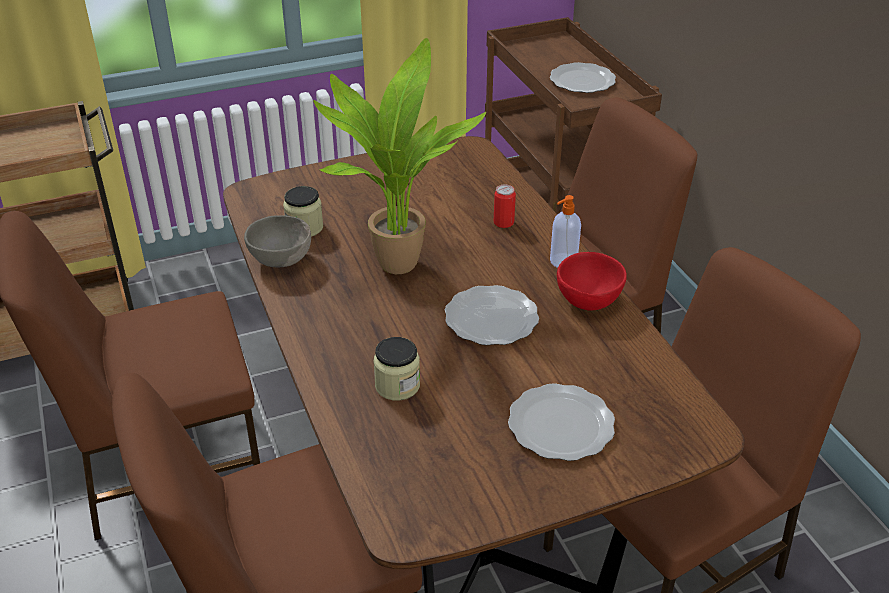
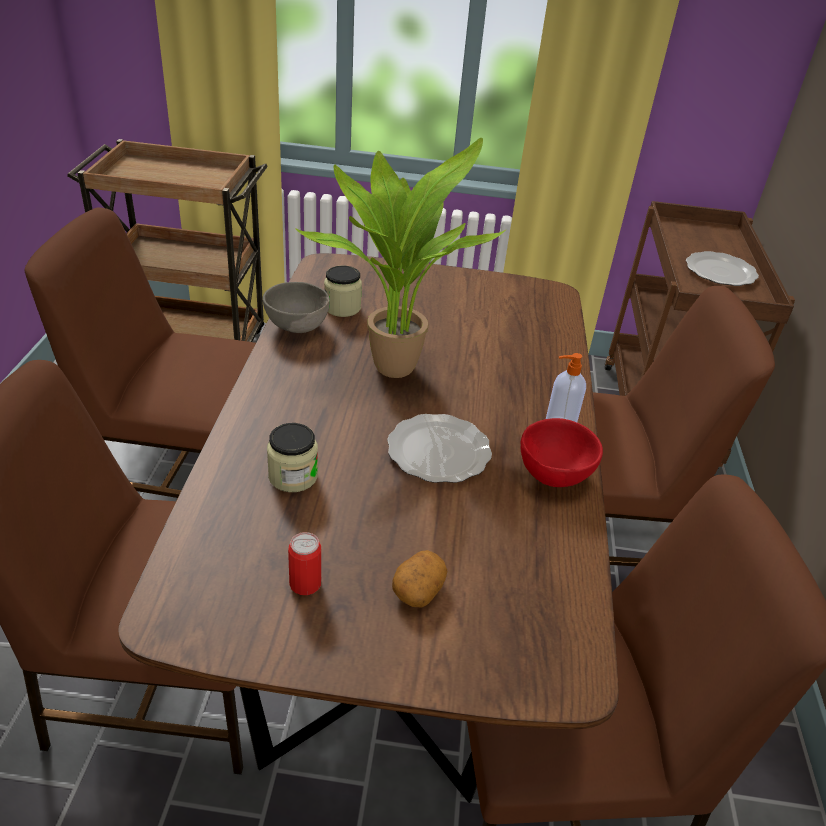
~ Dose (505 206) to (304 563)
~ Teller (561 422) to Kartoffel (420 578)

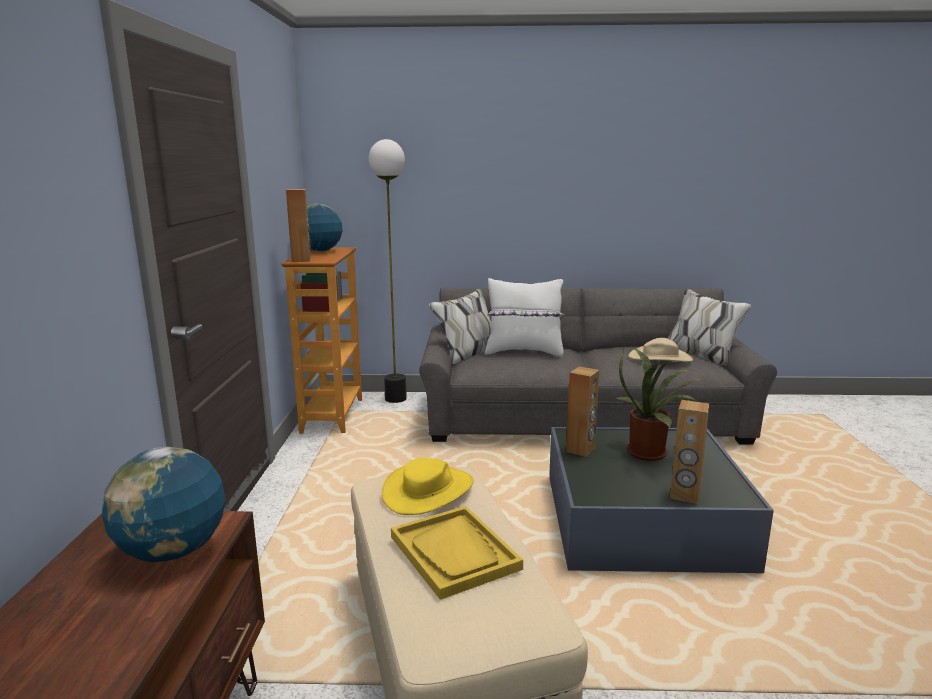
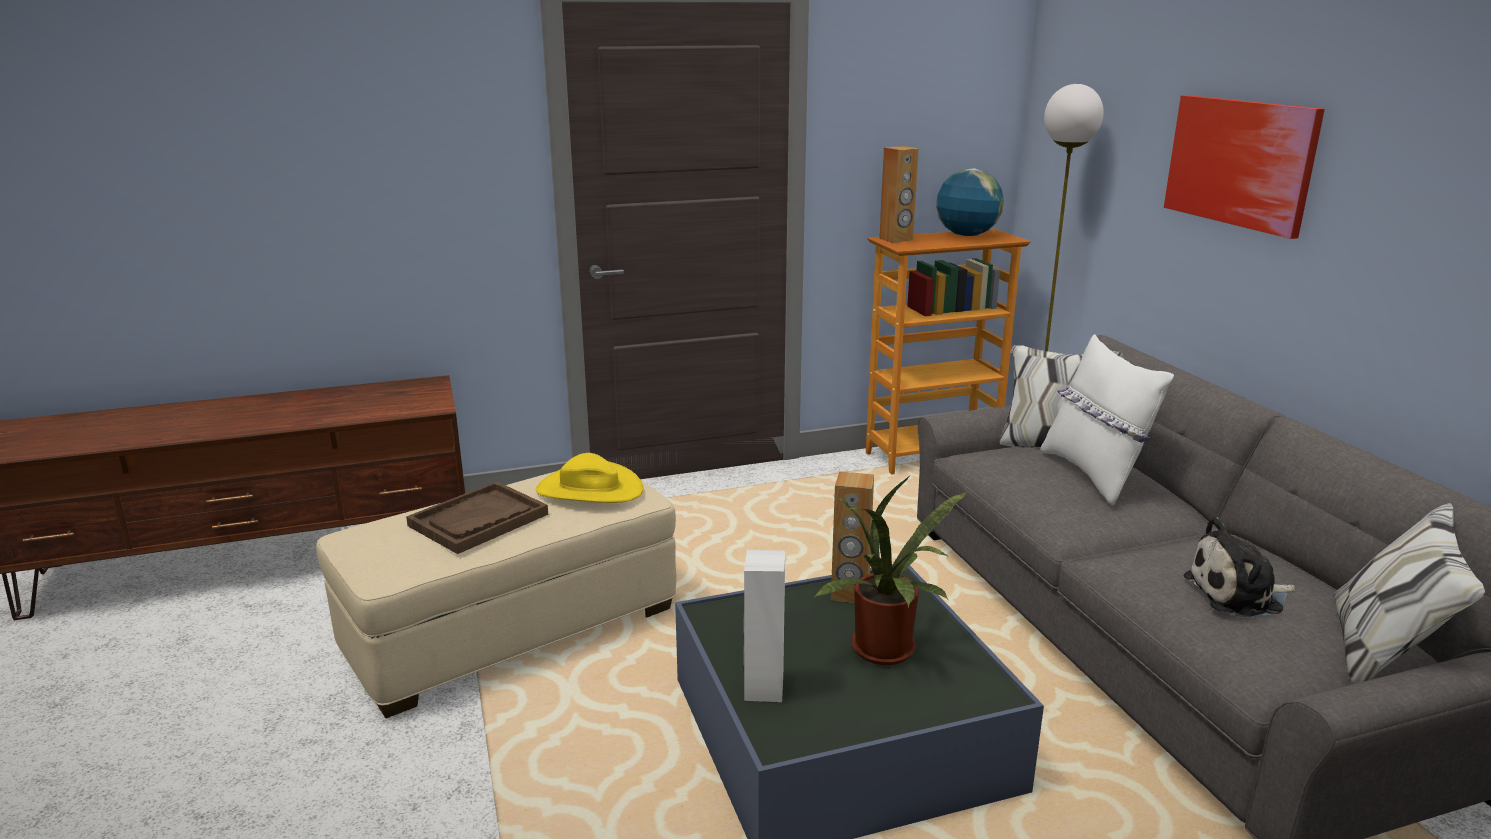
- Globus (164 504)
+ Bild (1244 167)
~ Hut/beige (660 350) to Plüschtier (1239 567)
~ Tablett/gelb (457 553) to Tablett/braun (477 517)
~ Lautsprecher/braun (689 452) to Lautsprecher/weiß (764 625)

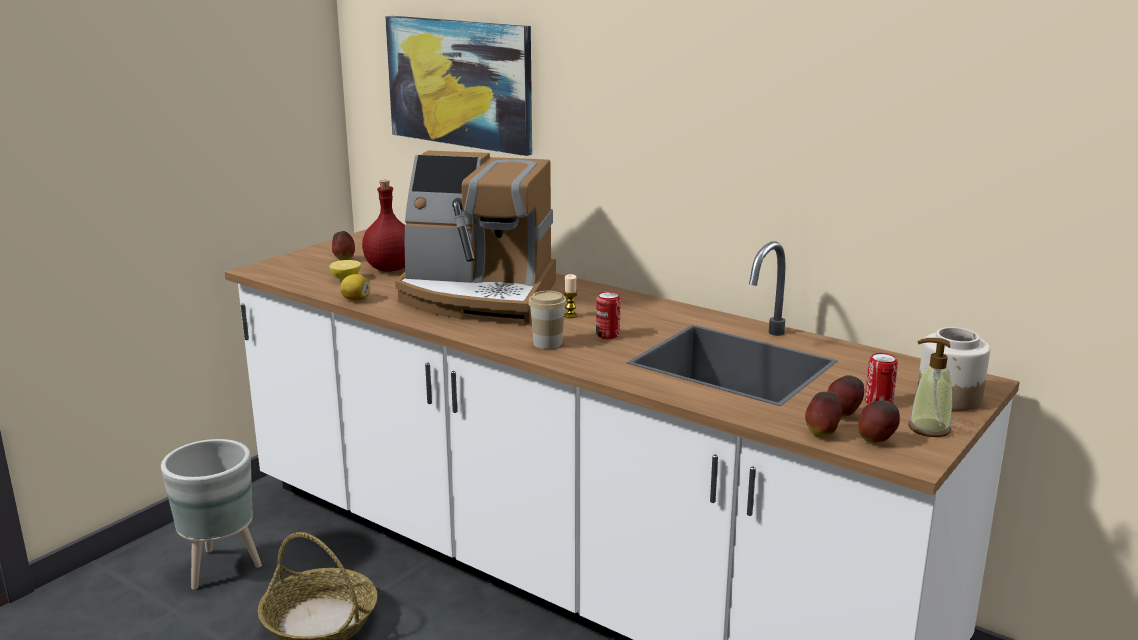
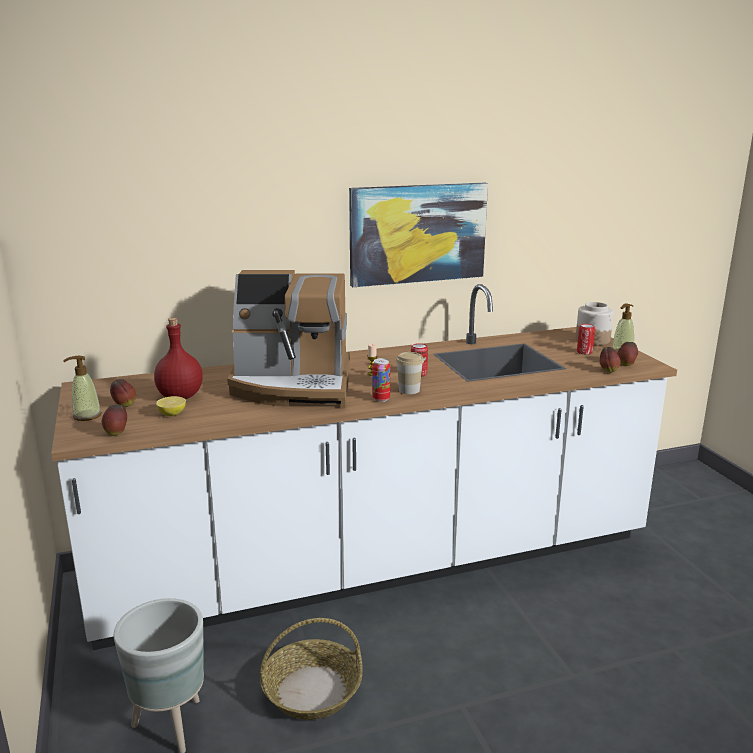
- Zitrone (355 287)
+ Seifenspender (82 388)
+ Dose (381 380)
~ Bild (458 86) to (418 234)
~ Apfel (845 396) to (114 420)
~ Kaffeemaschine (475 238) = (288 339) 45 degrees clockwise

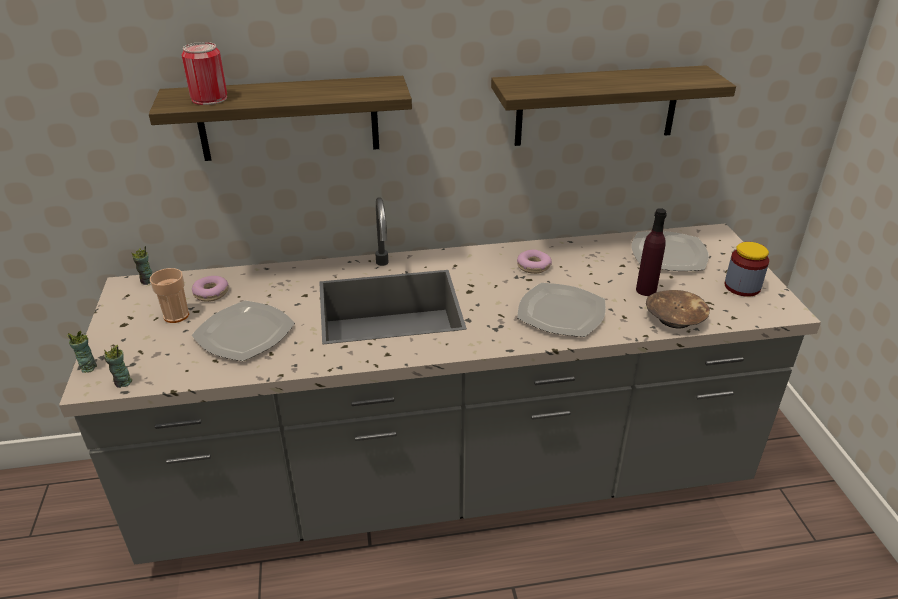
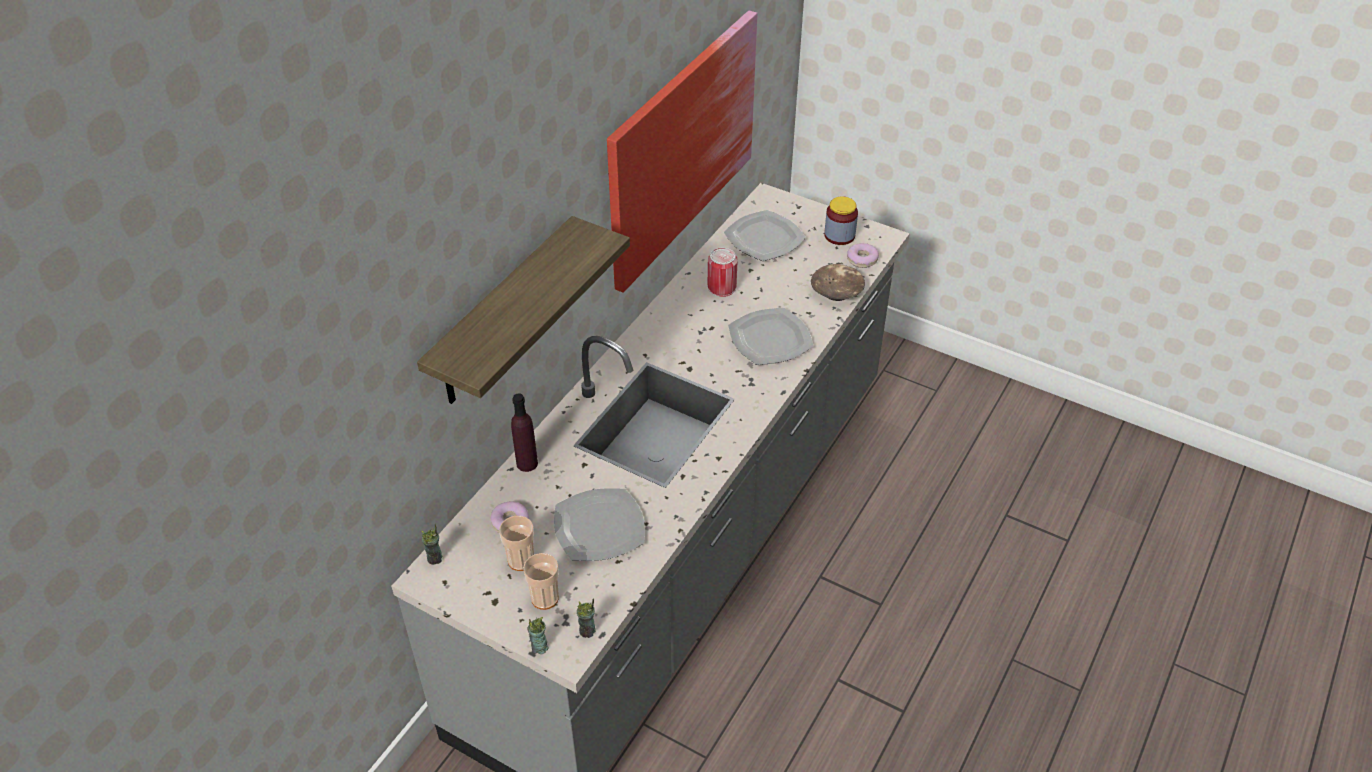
+ Tasse (541 581)
~ Dose (204 73) to (723 272)
~ Donut (534 261) to (863 255)
~ Flasche/lila (651 252) to (524 432)
~ Wandregal (613 105) to Bild (682 151)

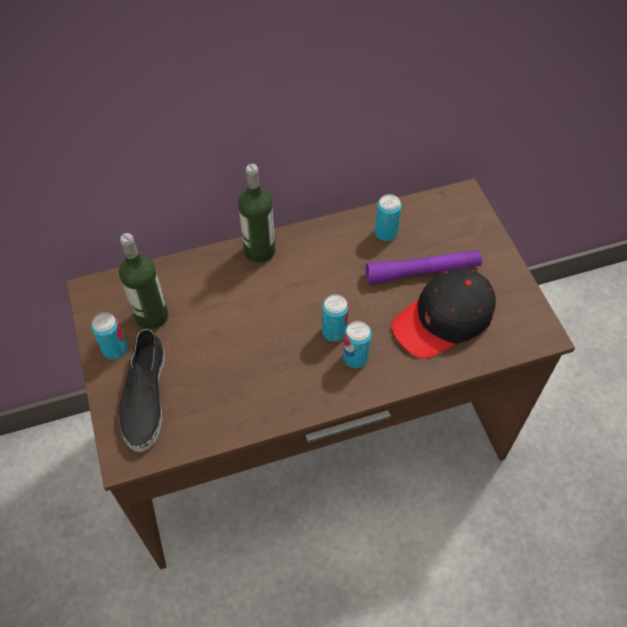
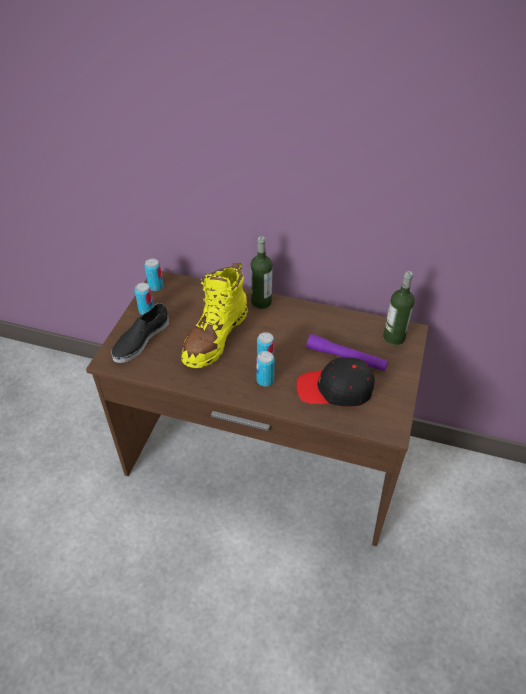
+ Stiefel/gelb (214 315)
~ Flasche (143 281) to (399 308)
~ Dose (388 217) to (153 274)

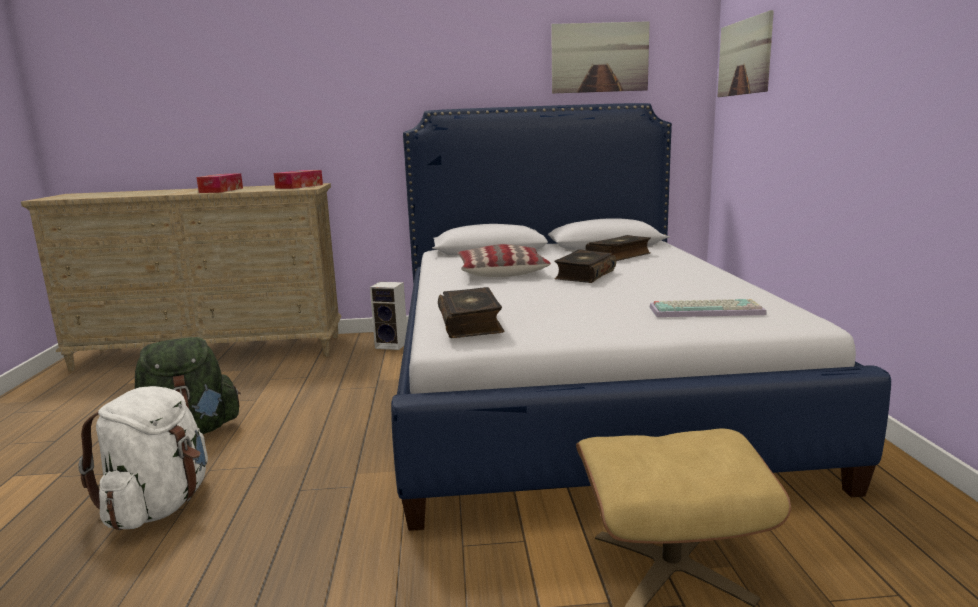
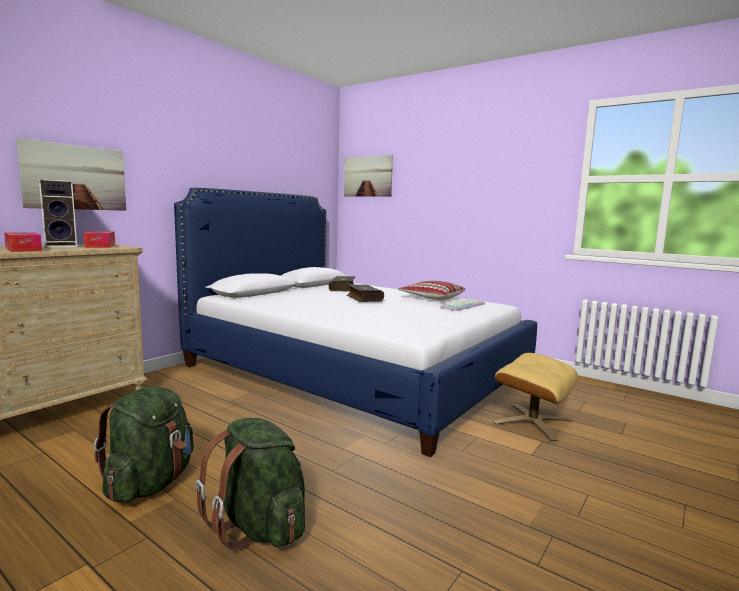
- Buch (471 312)
~ Lautsprecher (388 316) to (58 213)
~ Kissen (504 260) to (432 290)
~ Bild (600 57) to (71 174)
~ Rucksack/weiß (143 458) to Rucksack/grün (250 484)

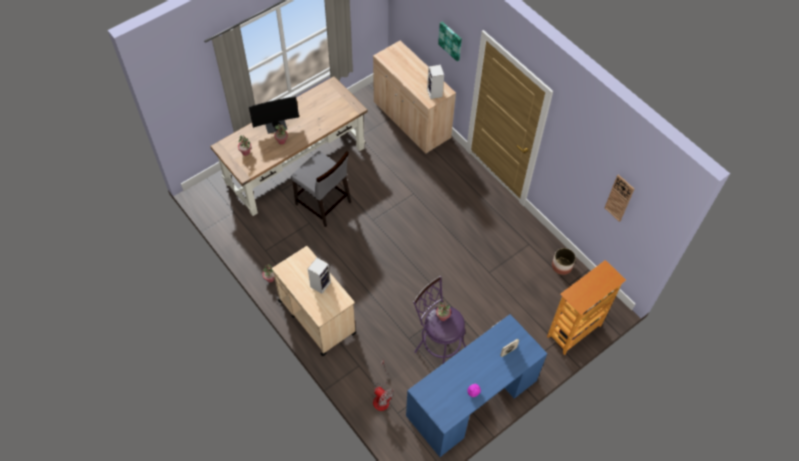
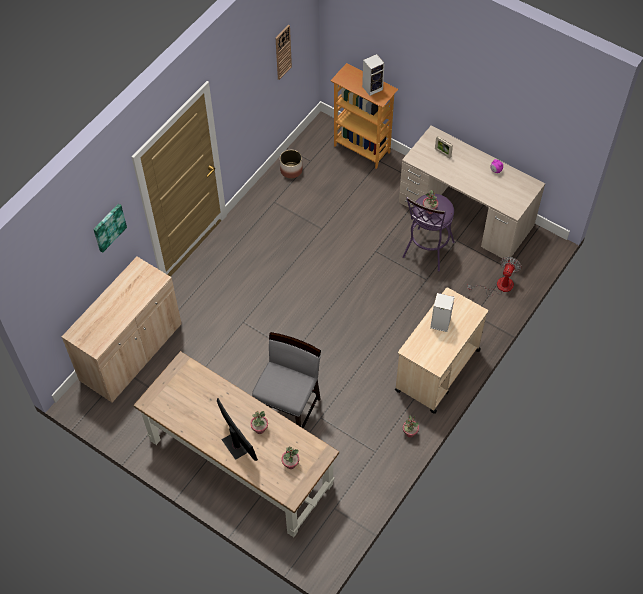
~ Lautsprecher (435 82) to (373 75)
~ Schreibtisch/blau (477 385) to Schreibtisch/beige (472 192)

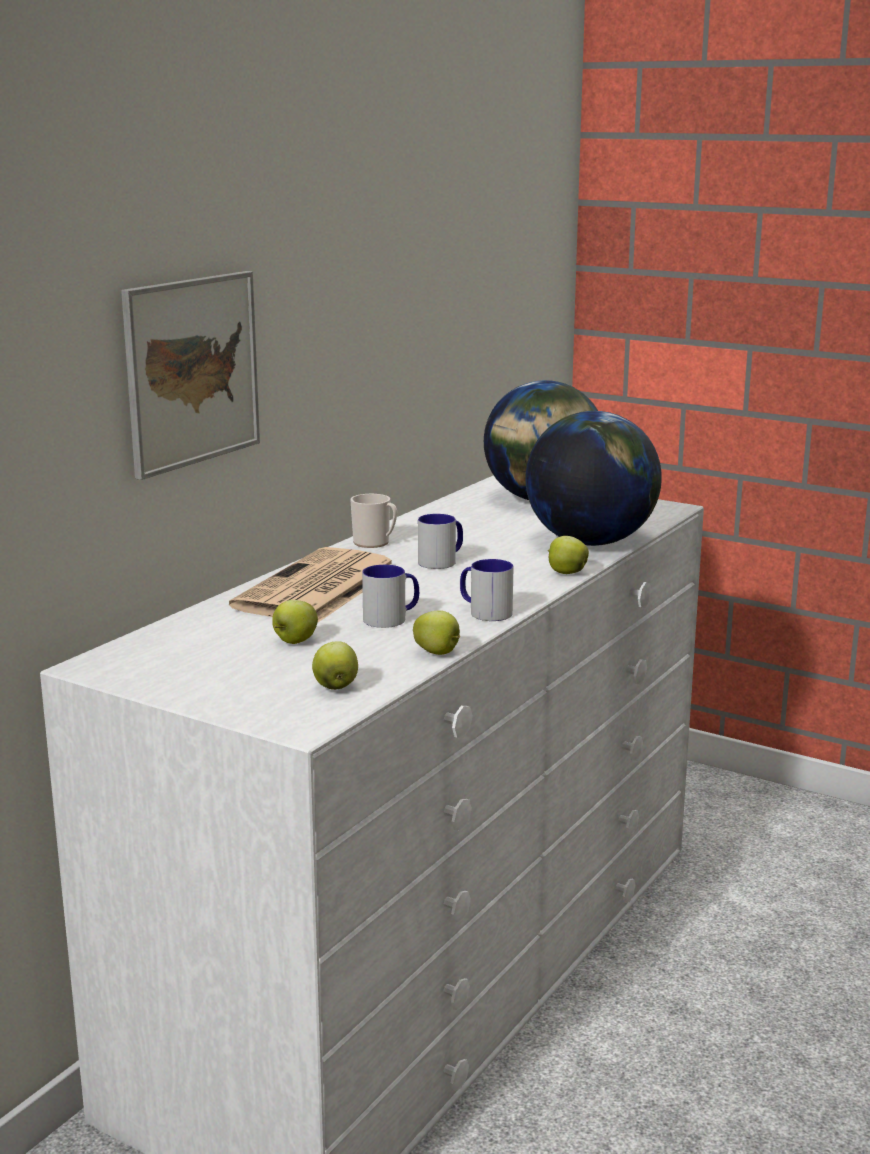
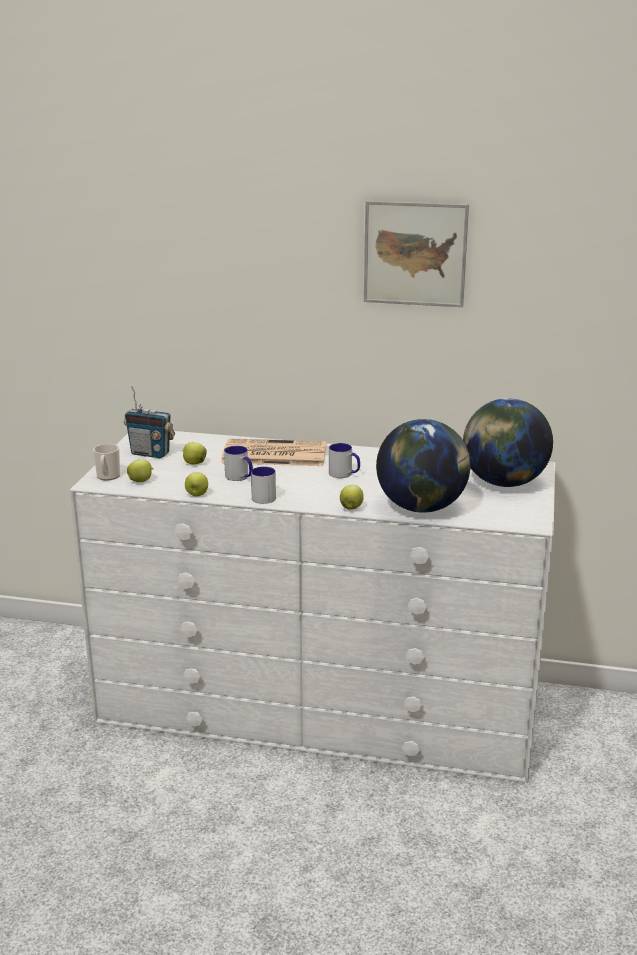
+ Radio (149 422)
~ Bild (190 375) to (416 254)
~ Henkelbecher (374 521) to (106 462)

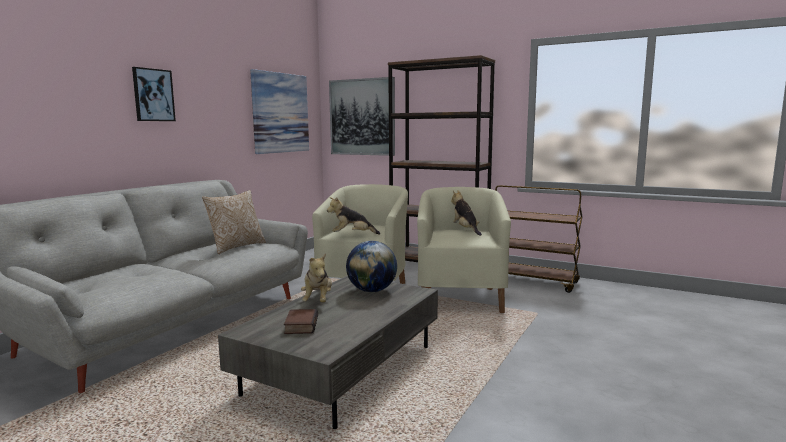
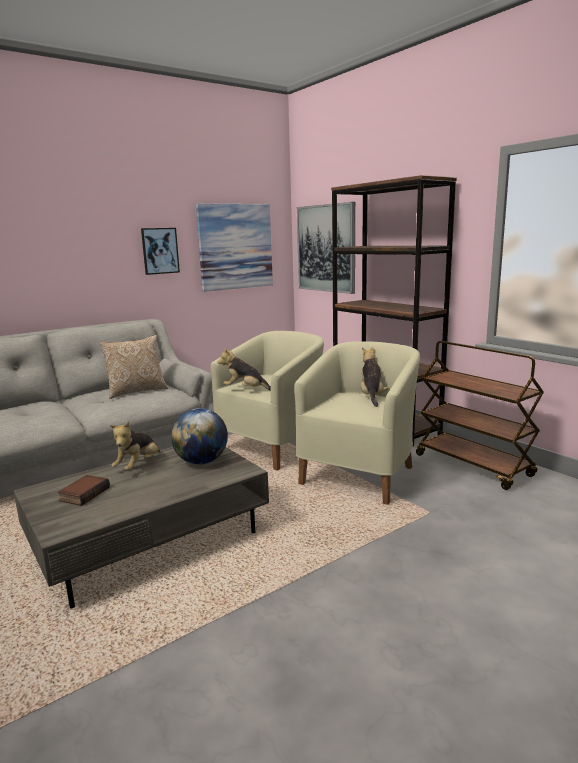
~ Bild (154 94) to (160 251)

